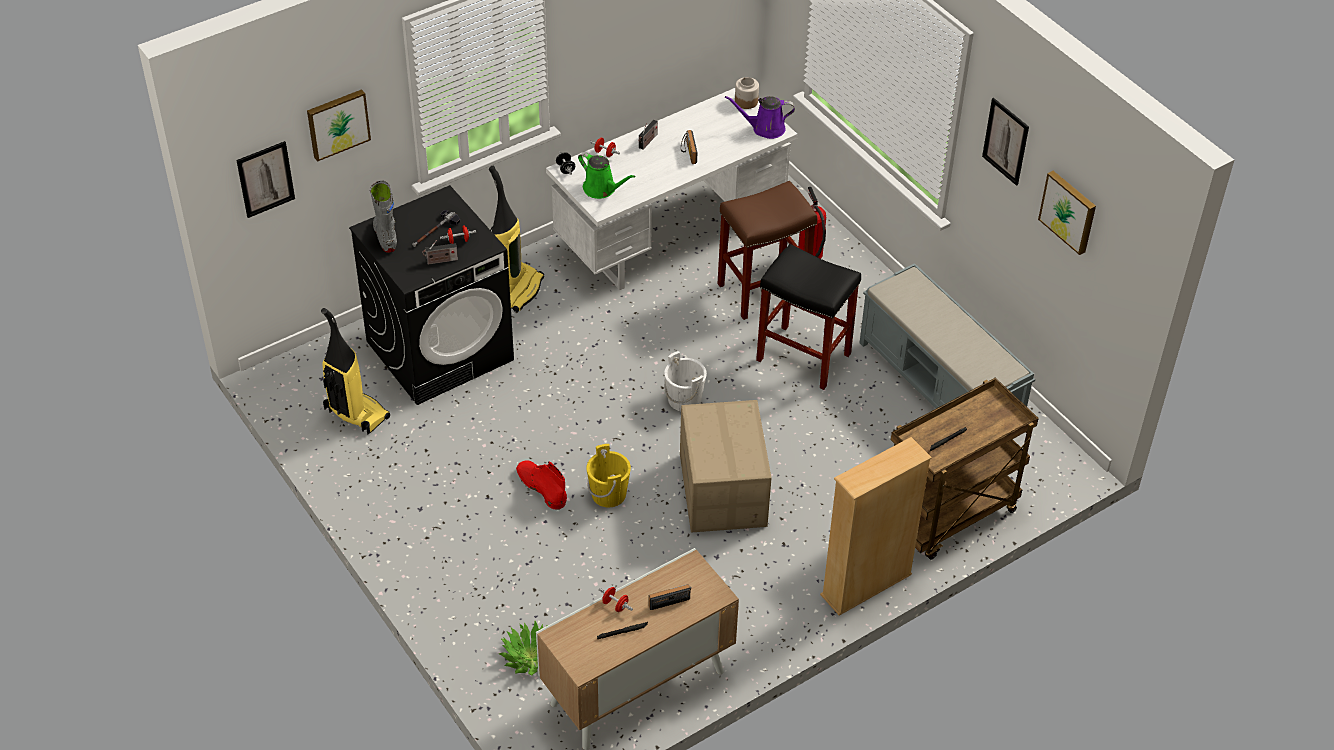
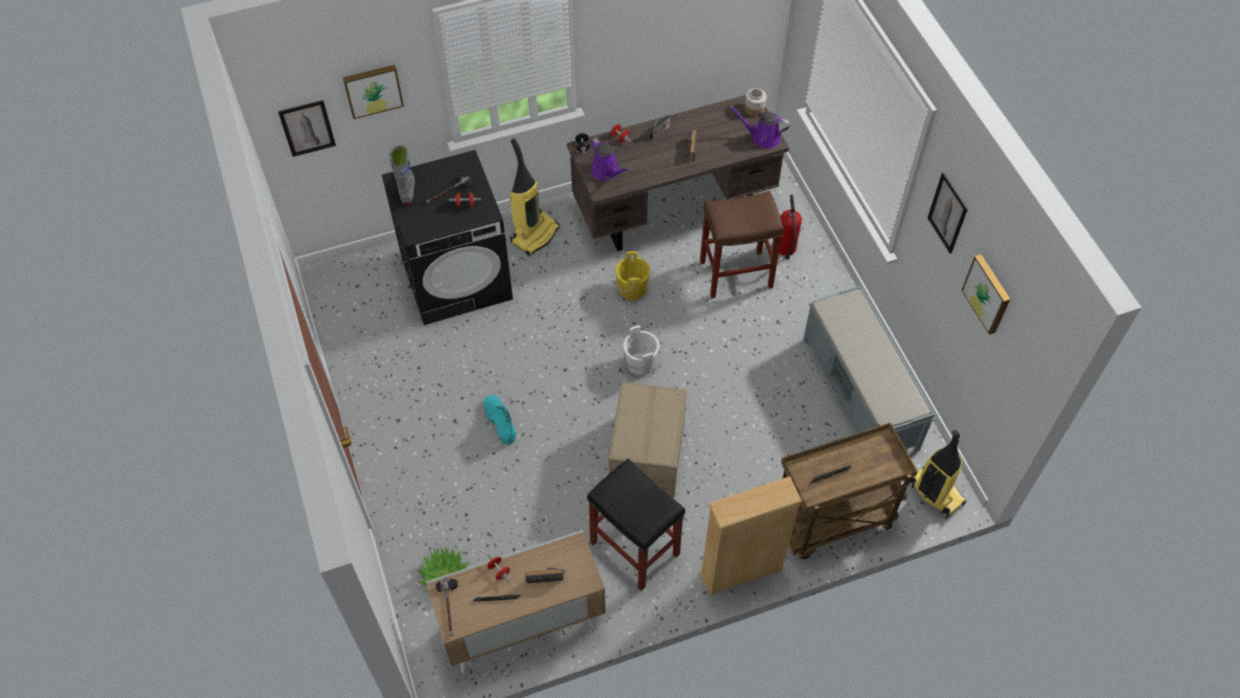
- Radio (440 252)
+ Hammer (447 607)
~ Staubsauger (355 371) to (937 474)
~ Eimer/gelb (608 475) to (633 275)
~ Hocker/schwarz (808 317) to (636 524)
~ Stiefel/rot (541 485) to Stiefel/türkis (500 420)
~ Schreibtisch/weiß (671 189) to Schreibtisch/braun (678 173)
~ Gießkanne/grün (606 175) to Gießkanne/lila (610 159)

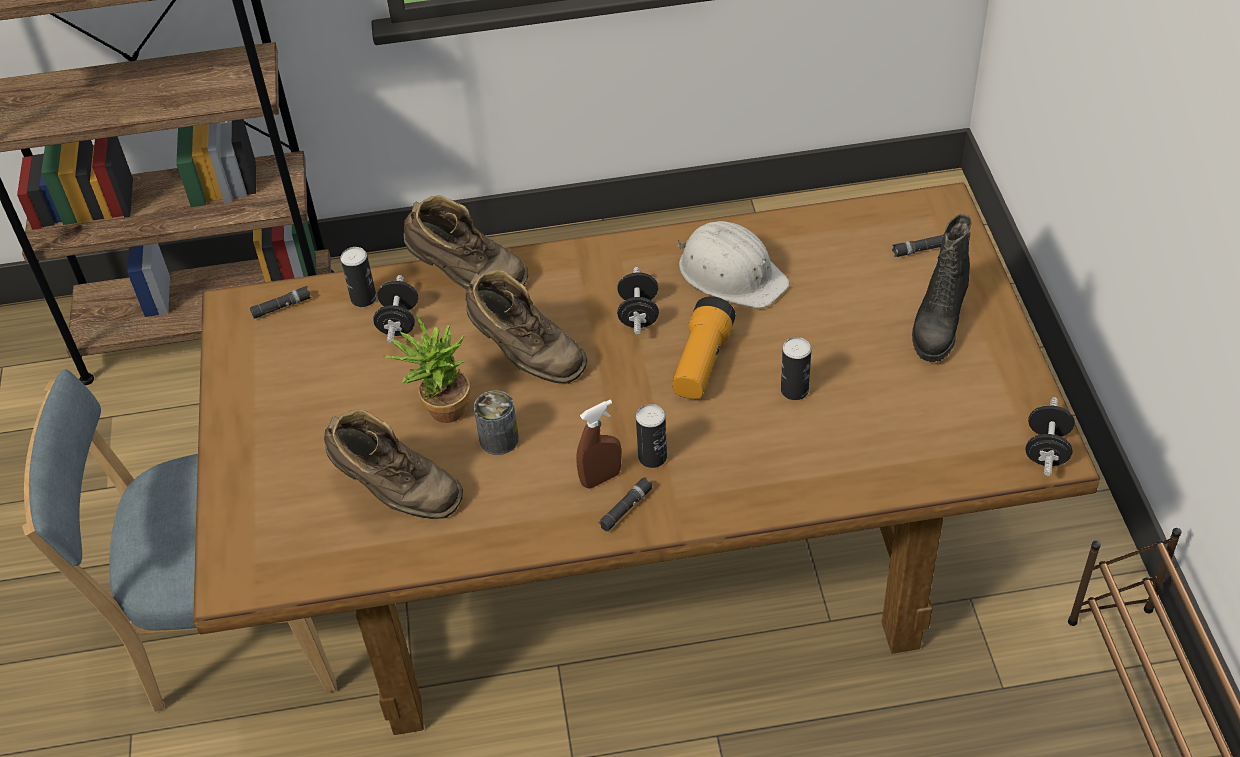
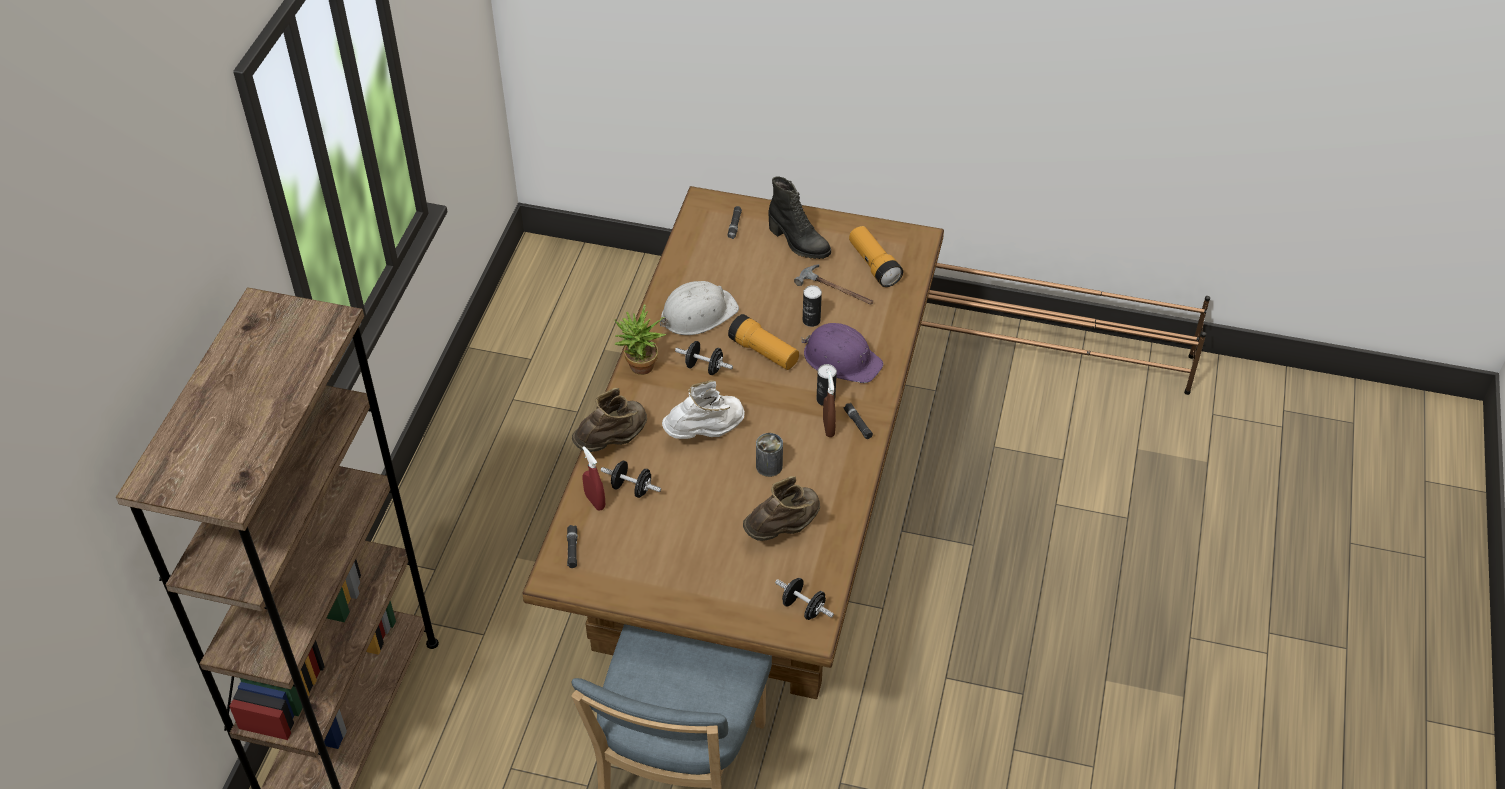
+ Hammer (833 284)
+ Schutzhelm/lila (842 353)
+ Taschenlampe (876 256)
~ Topfpflanze (426 368) to (640 339)
~ Hantel/schwarz (1050 437) to (804 599)
~ Dose (358 277) to Sprühflasche/rot (593 478)
~ Stiefel/braun (526 327) to Stiefel/weiß (703 409)

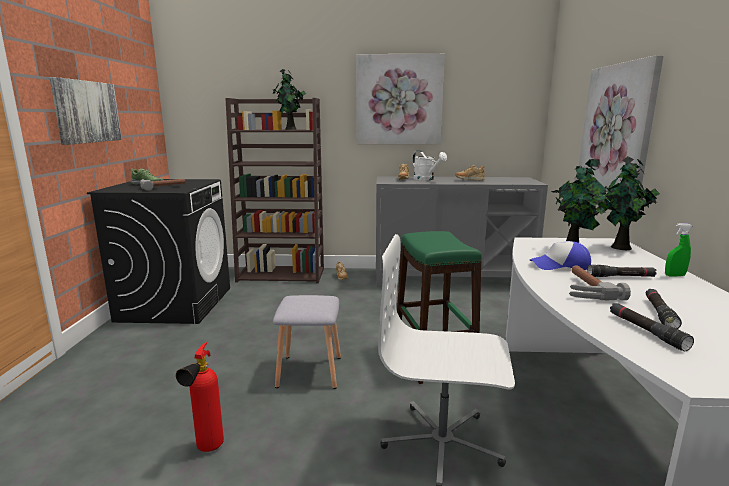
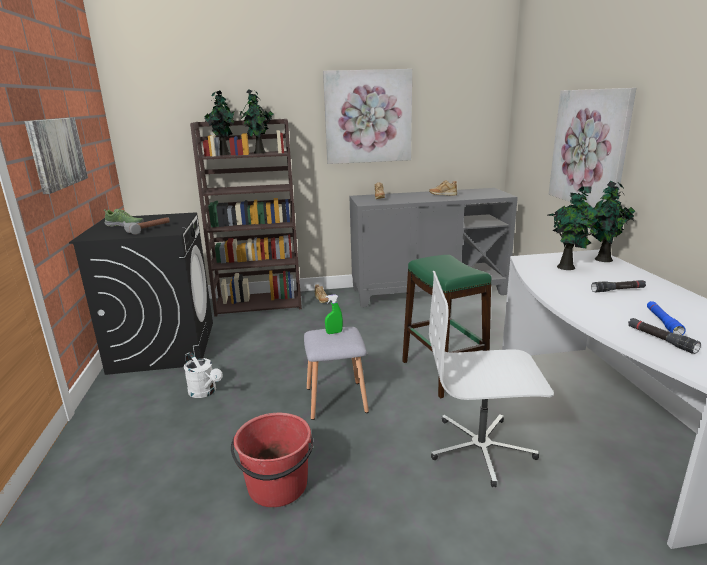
- Kappe (560 255)
- Hammer (600 283)
+ Topfpflanze (219 123)
~ Gießkanne/weiß (430 165) to (203 375)
~ Sprühflasche/grün (678 250) to (334 314)
~ Feuerlöscher (200 397) to Eimer/rot (272 460)
~ Taschenlampe/schwarz (664 309) to Taschenlampe/blau (666 318)

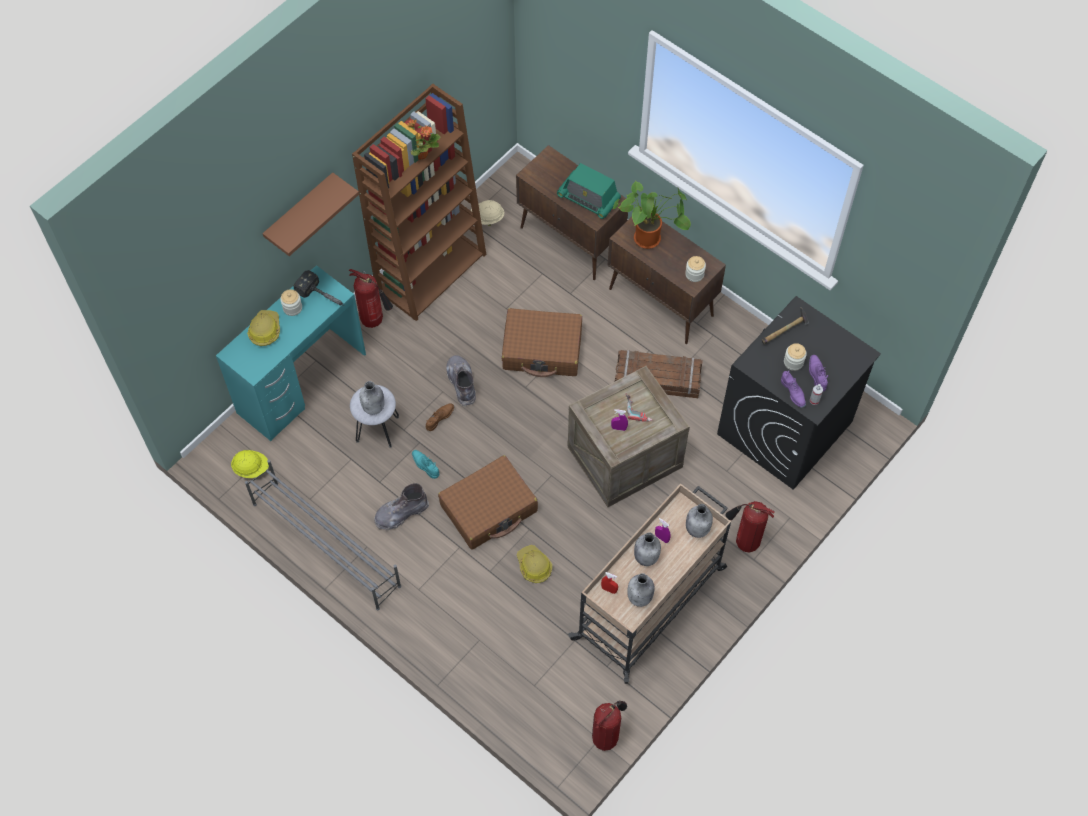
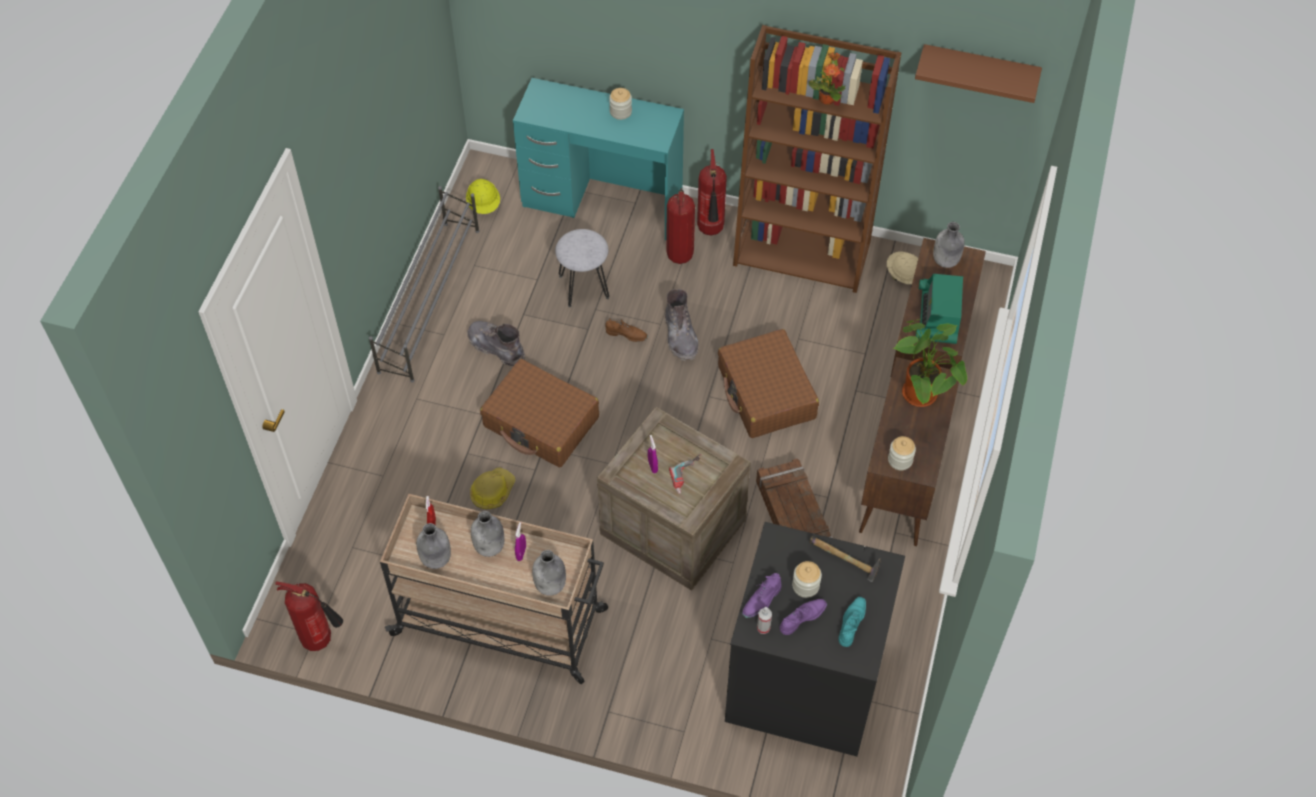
- Schutzhelm (263 328)
- Hammer (319 287)
~ Wandregal/braun (311 214) to (978 73)
~ Flasche/grau (372 398) to (949 245)
~ Schuh/türkis (425 464) to (852 622)
~ Feuerlöscher (750 527) to (680 226)
~ Stiefel/grau (461 380) = (682 325) 120 degrees clockwise

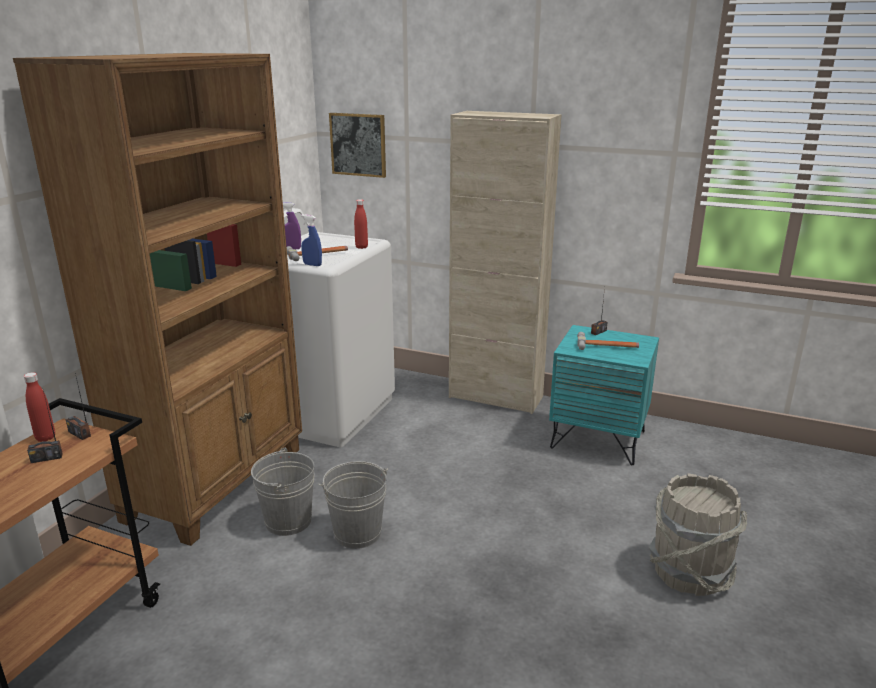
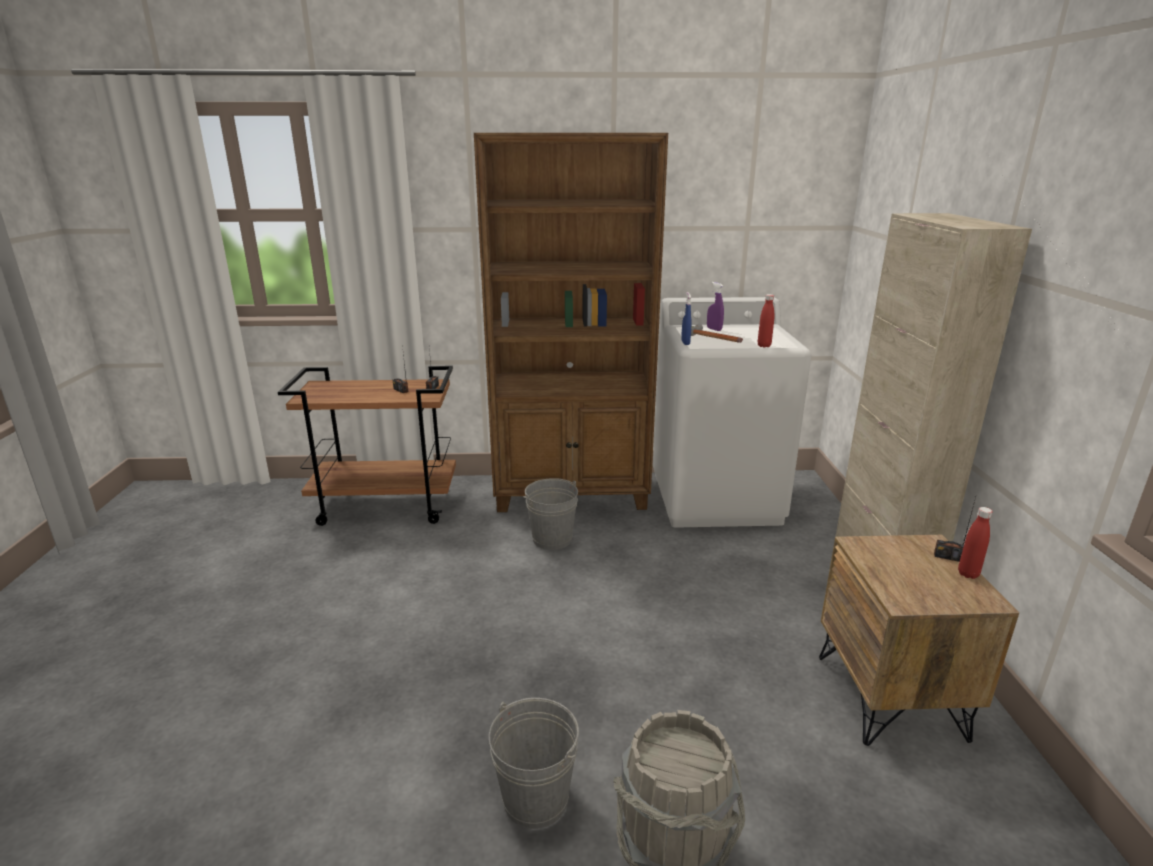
- Bild (357 145)
- Hammer (608 341)
~ Flasche/rot (39 407) to (975 543)
~ Eimer/grau (353 505) to (534 763)
~ Nachttisch/türkis (604 395) to Nachttisch/braun (919 640)

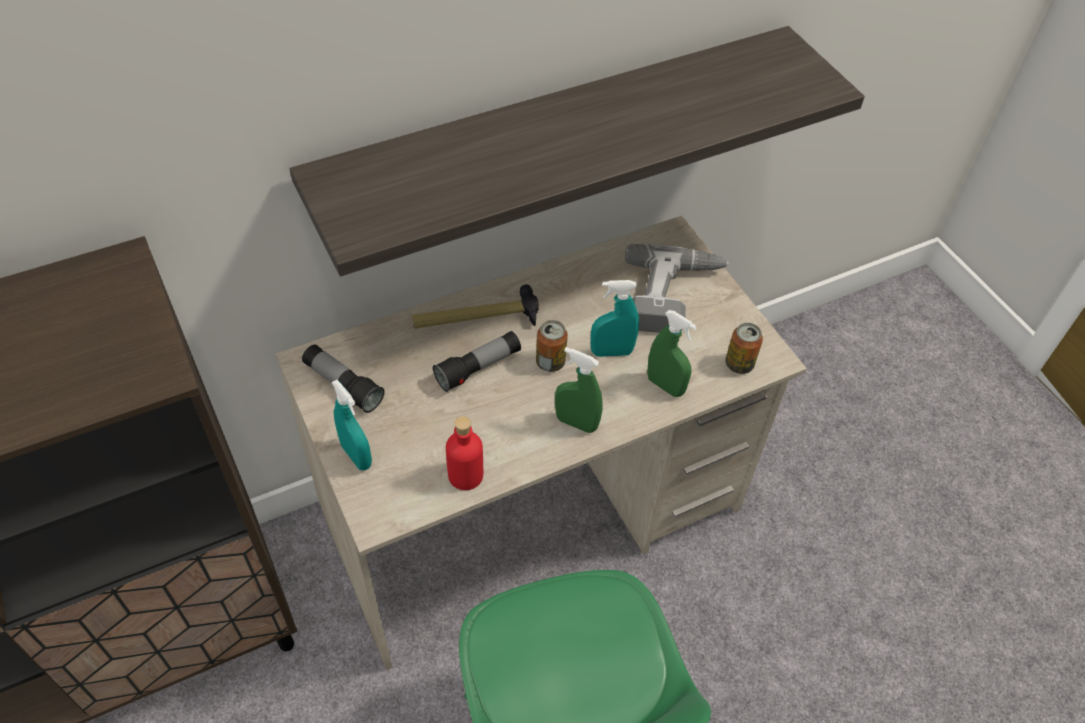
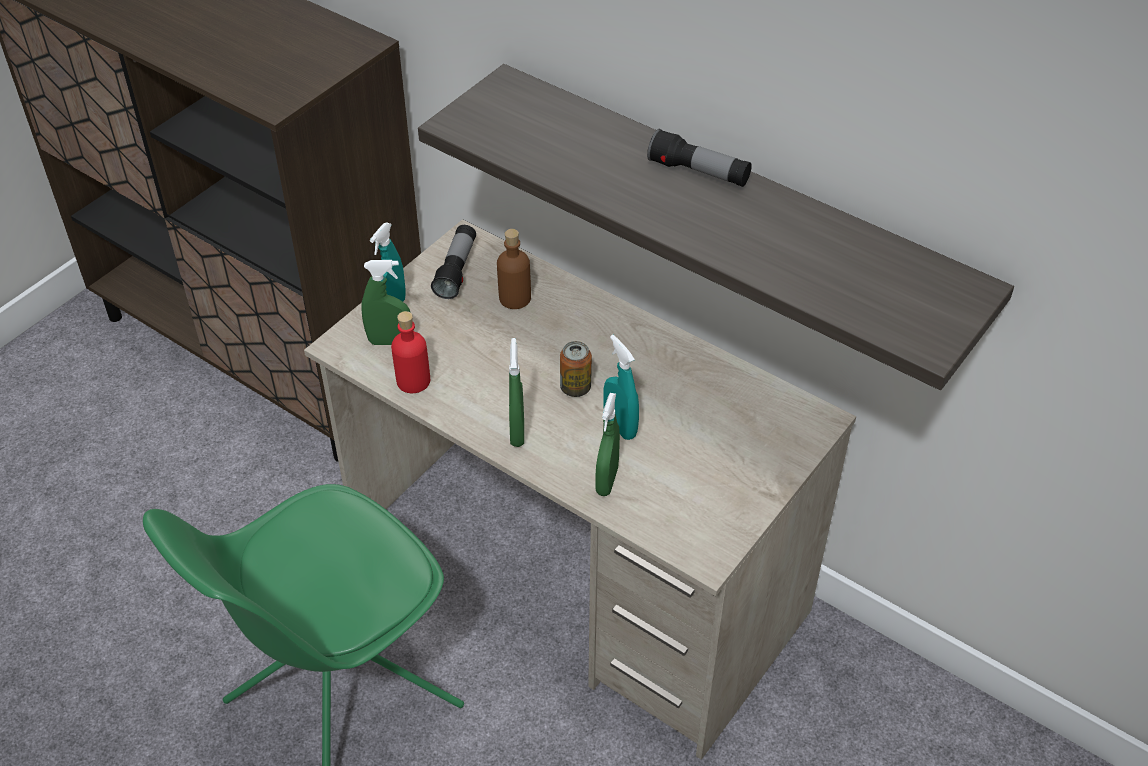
- Hammer (475 306)
- Bohrmaschine (677 288)
- Dose (744 348)
+ Sprühflasche/grün (386 302)
+ Flasche/braun (514 269)
~ Taschenlampe (477 361) to (699 158)

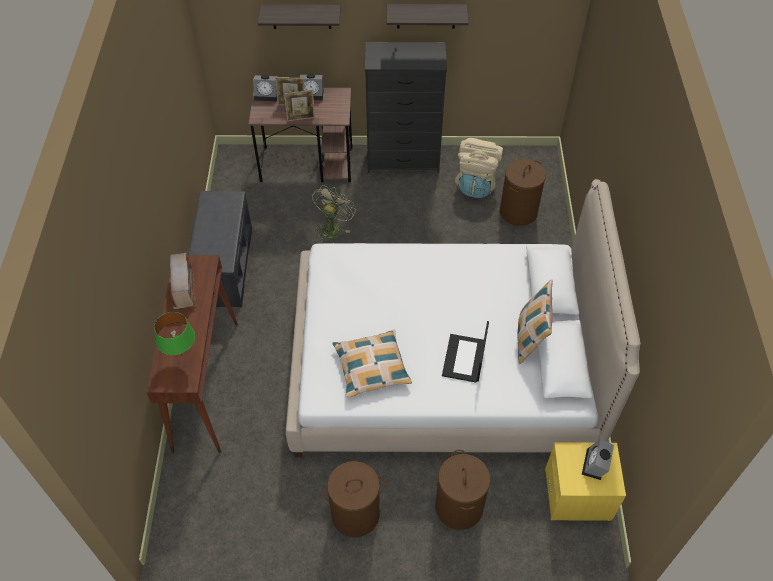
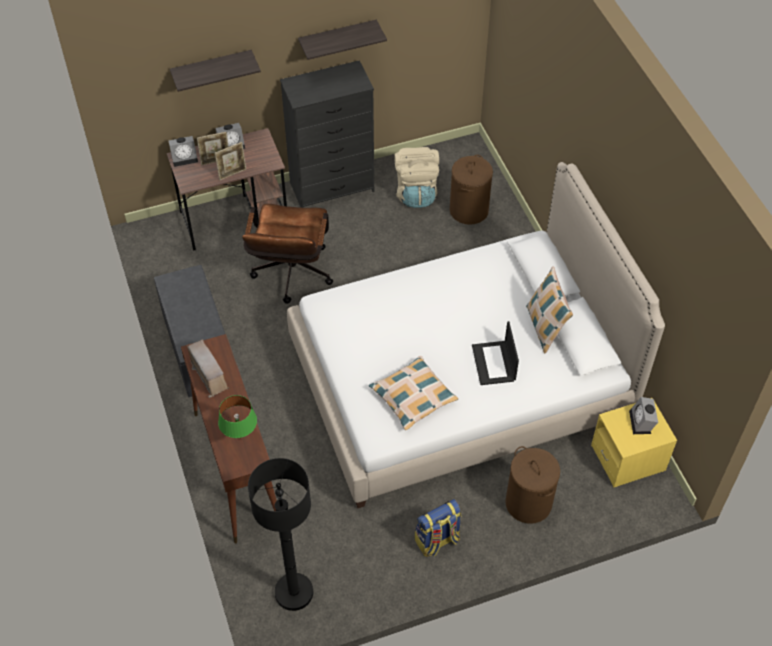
+ Stehlampe/schwarz (280 534)
~ Ventilator/grün (334 213) to Bürostuhl/braun (287 254)
~ Wäschekorb/braun (353 499) to Rucksack (438 528)

